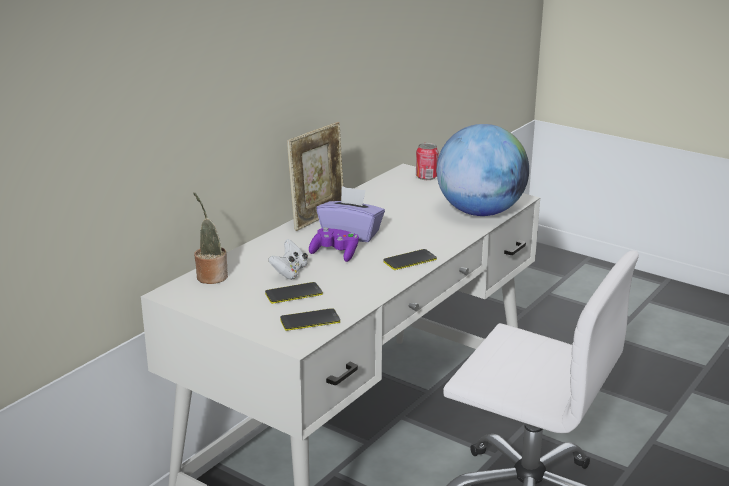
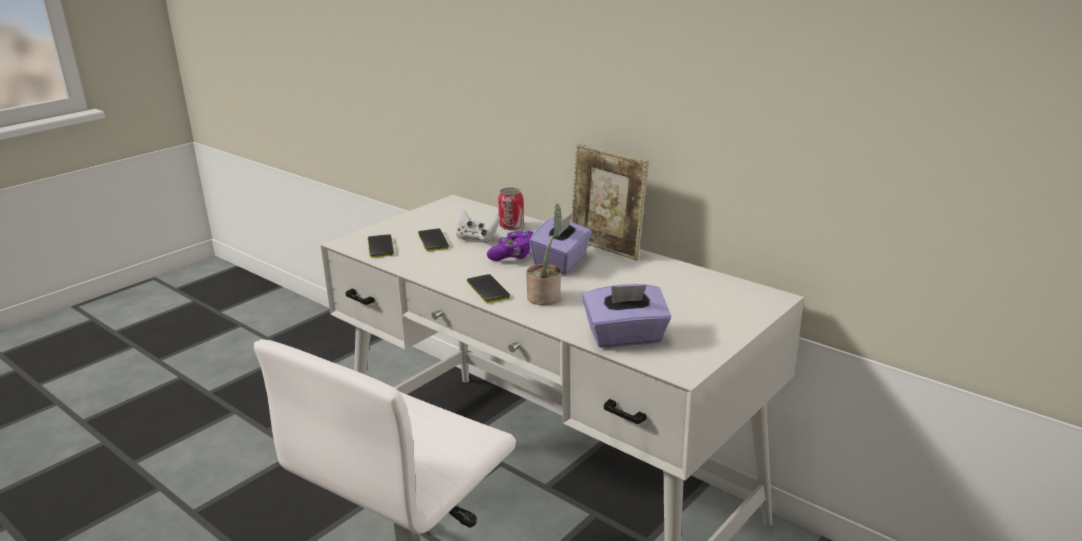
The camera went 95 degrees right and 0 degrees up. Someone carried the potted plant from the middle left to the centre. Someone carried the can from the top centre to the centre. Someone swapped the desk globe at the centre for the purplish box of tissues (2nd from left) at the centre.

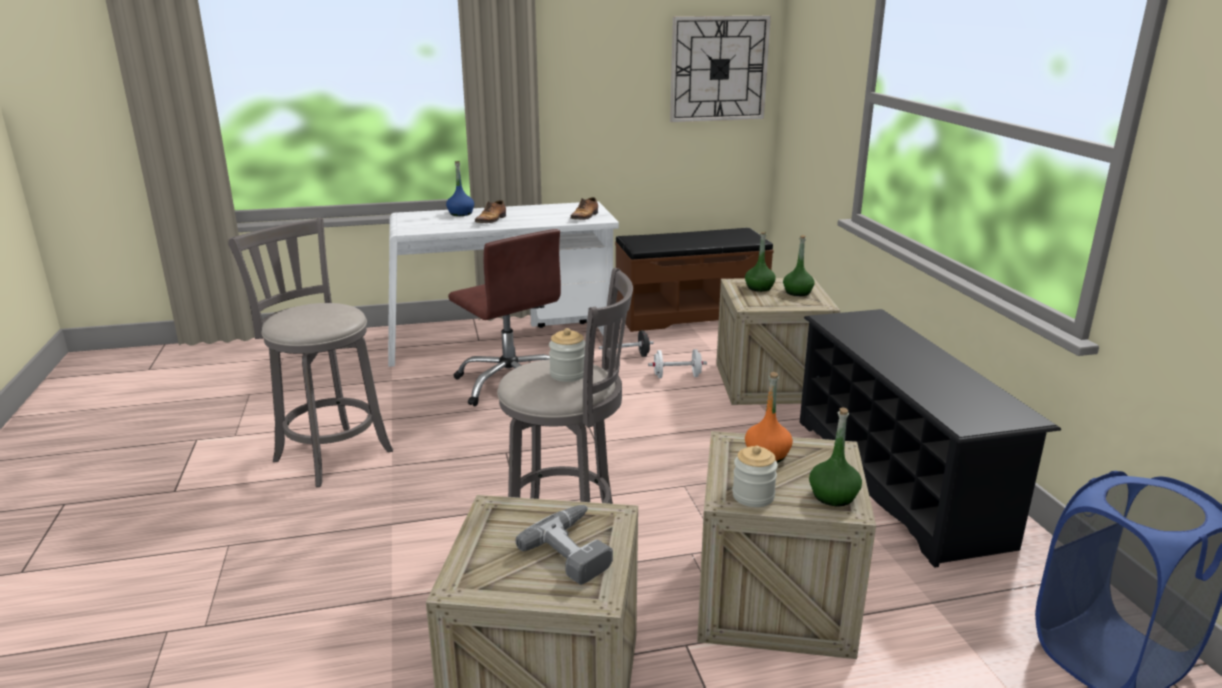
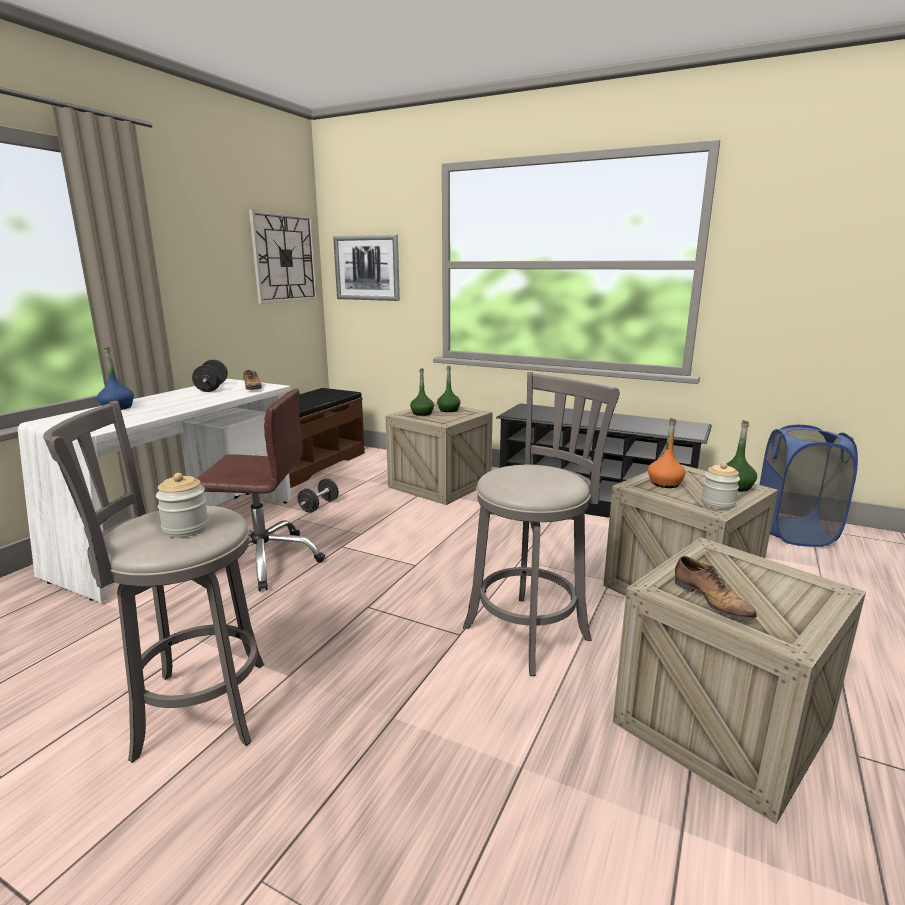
The camera went 50 degrees left and 5 degrees down. Someone carried the low shoe (1st from left in the first image) from the top centre to the middle right. Someone took away the drill at the bottom centre. Someone carried the jar (1st from left) from the centre to the middle left. Someone took away the whitish free weight at the centre. Someone put down the black free weight (1st from left) at the middle left. Someone put up the wall picture at the top centre.

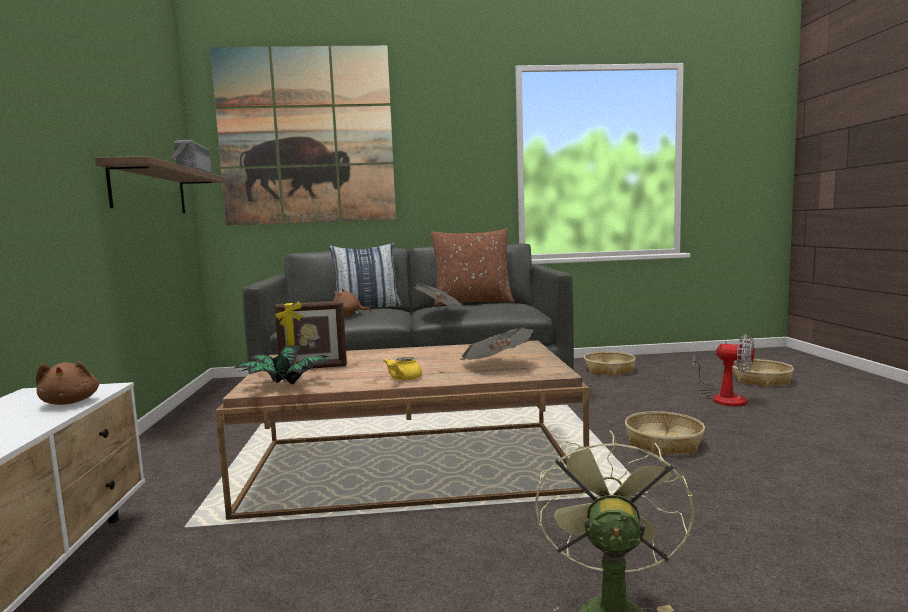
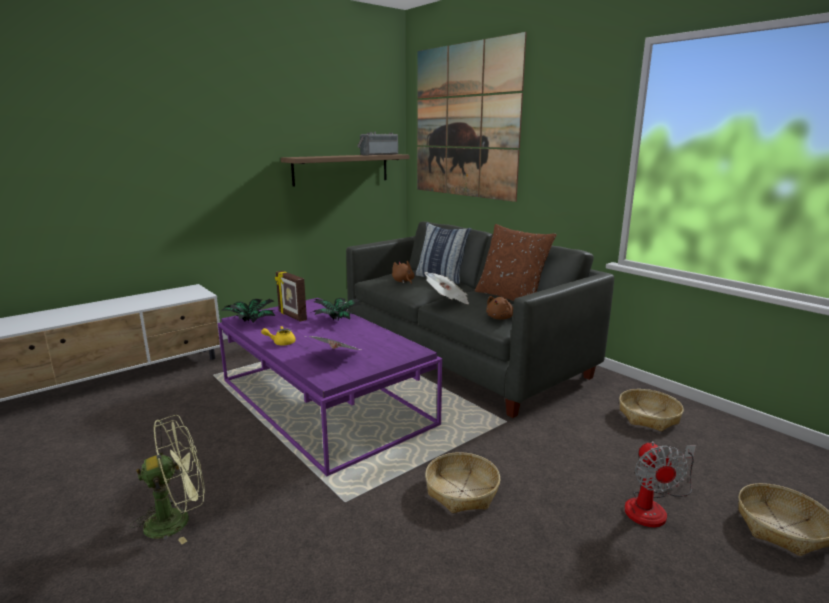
The camera went 55 degrees right and 10 degrees up. Someone carried the brown soft toy (1st from left in the first image) from the middle left to the centre. Someone repainted the brown lounge table at the bottom centre, which became the purplish lounge table at the centre. Someone put down the potted plant (2nd from left) at the centre.

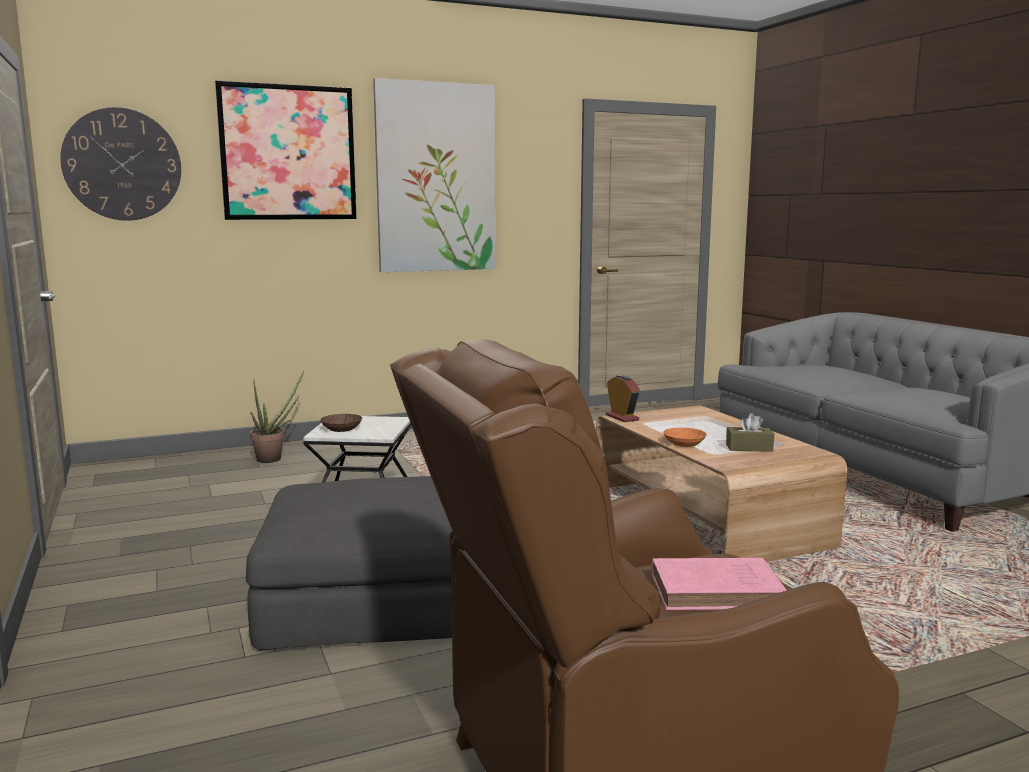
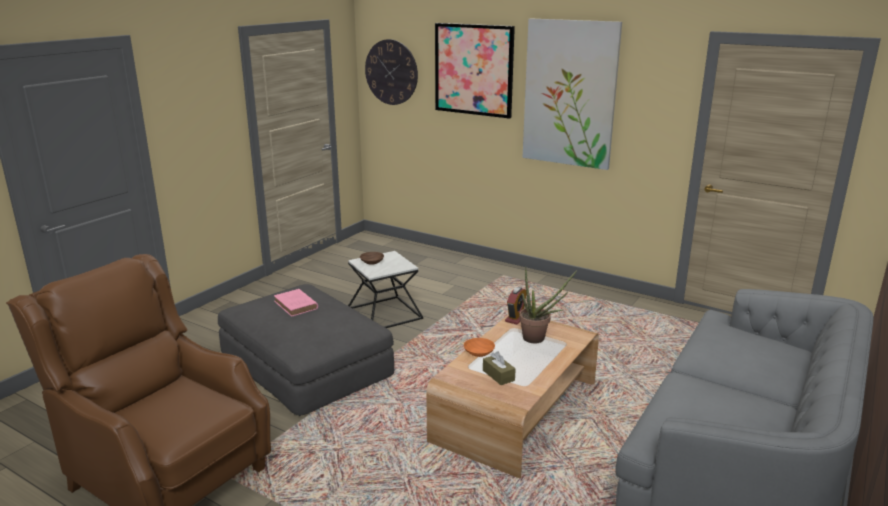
The camera went 55 degrees right and 10 degrees up. Someone carried the potted plant from the middle left to the centre. Someone carried the pink volume from the bottom right to the centre.

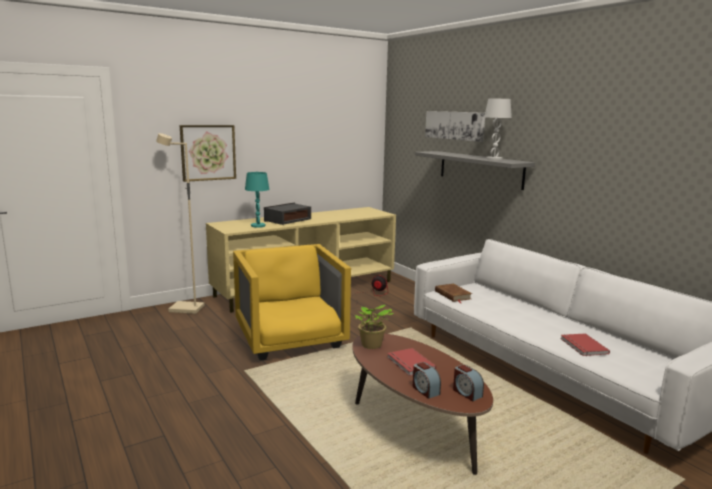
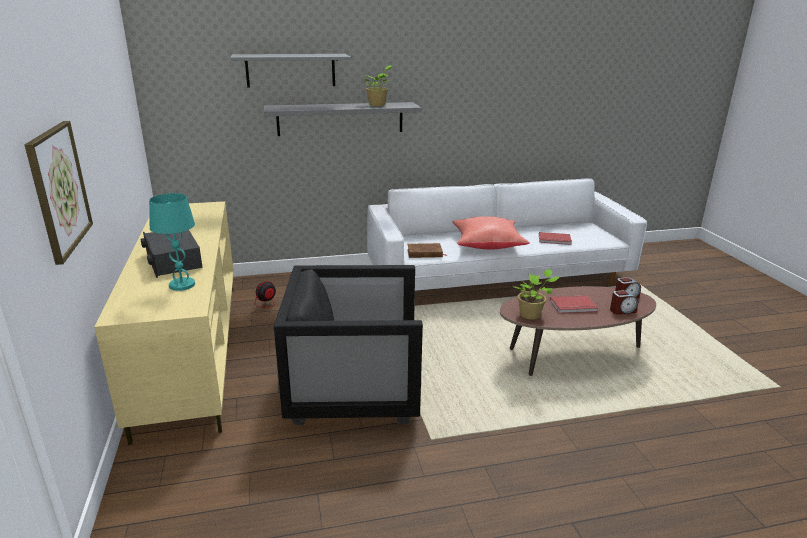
The camera went 70 degrees left and 10 degrees up. Someone took away the beige floor lamp at the middle left. Someone repainted the yellowish easy chair at the centre, which became the black easy chair at the centre. Someone swapped the wall picture (2nd from left) at the top centre for the gray wall shelf (1st from left) at the top centre. Someone swapped the whitish tabletop lamp at the top right for the potted plant (1st from left) at the top centre. Someone put down the red throw pillow at the centre.

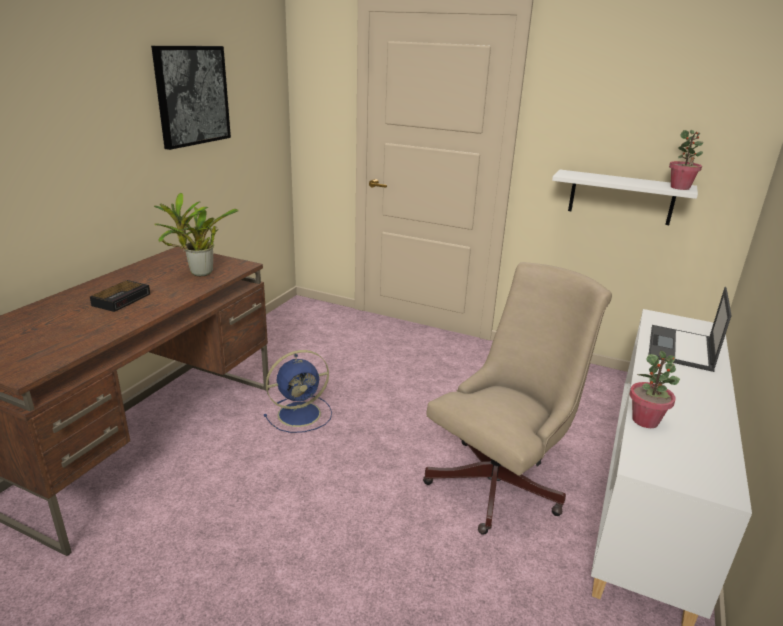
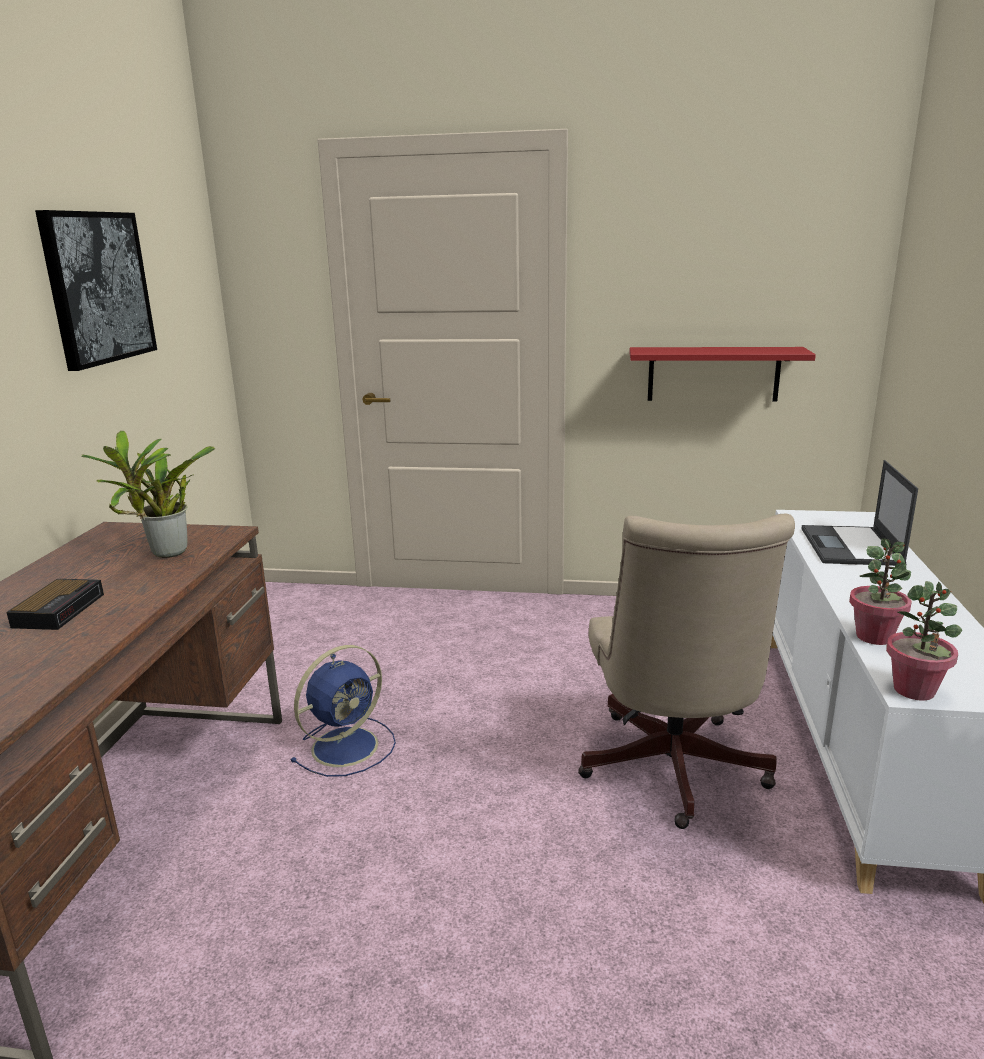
The camera went 15 degrees left and 5 degrees down. Someone rotated the beige desk chair at the centre by 150 degrees clockwise. Someone repainted the whitish wall shelf at the top right, which became the red wall shelf at the middle right. Someone carried the potted plant (3rd from left) from the top right to the middle right.

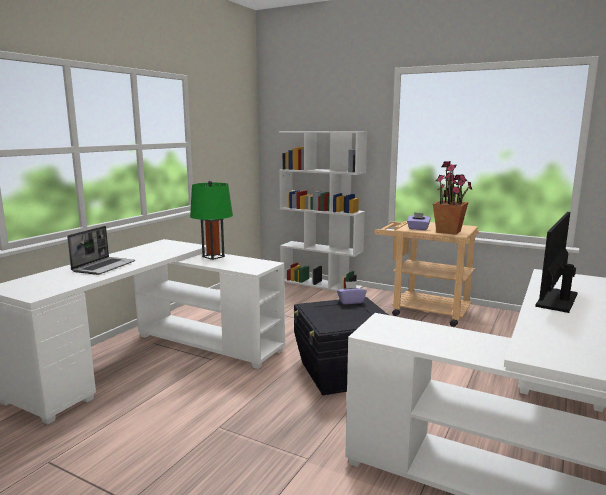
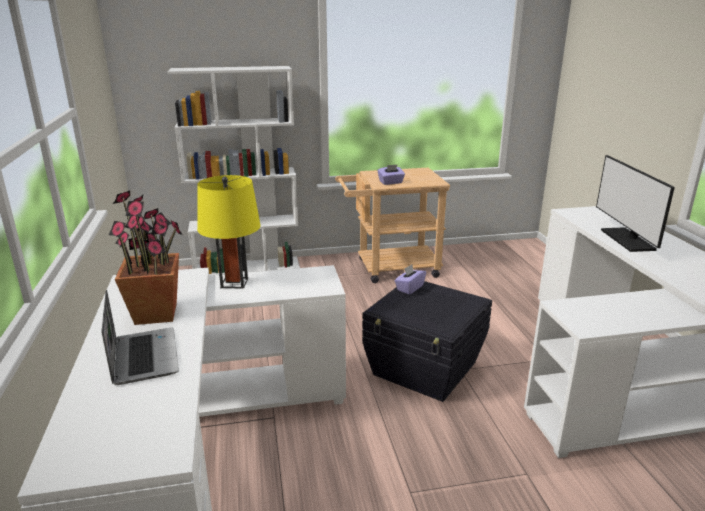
The camera went 40 degrees left and 10 degrees up. Someone repainted the green-coloured tabletop lamp at the centre, which became the yellowish tabletop lamp at the middle left. Someone carried the potted plant from the middle right to the middle left.

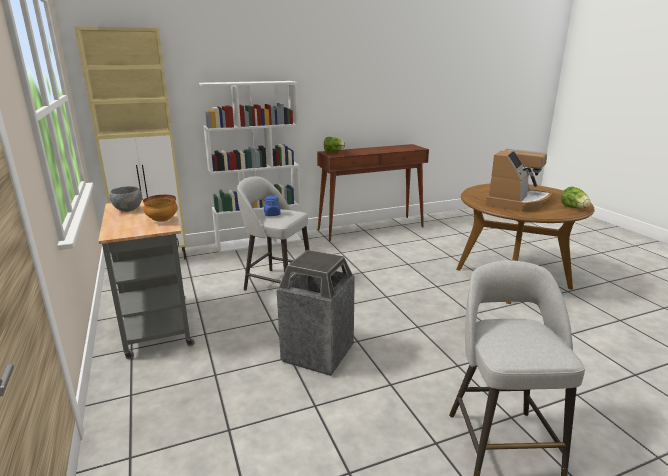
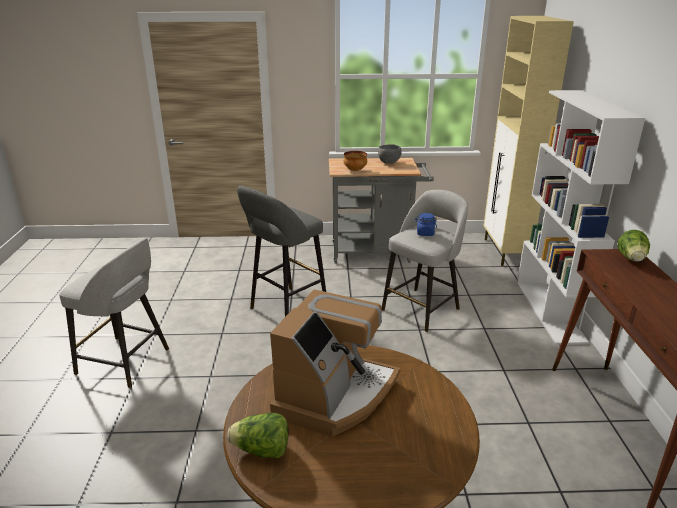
The camera went 110 degrees right and 5 degrees up. Someone swapped the rubbish bin at the centre for the gray stool seat (2nd from left) at the centre. Someone rotated the coffee machine at the middle right by 120 degrees counterclockwise.

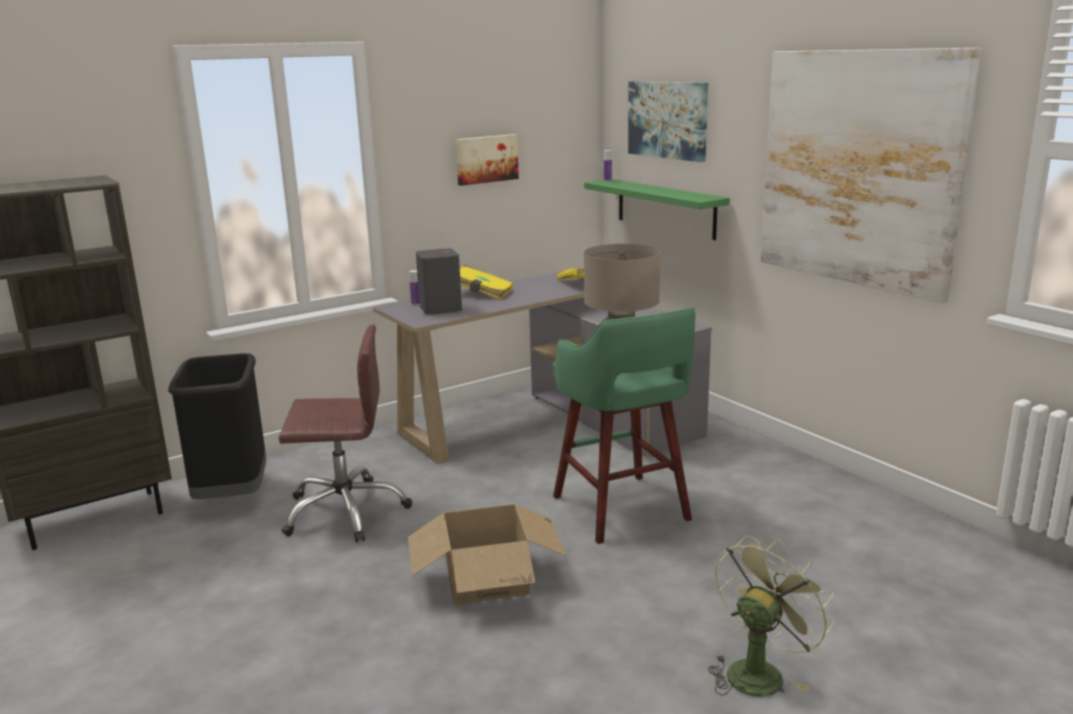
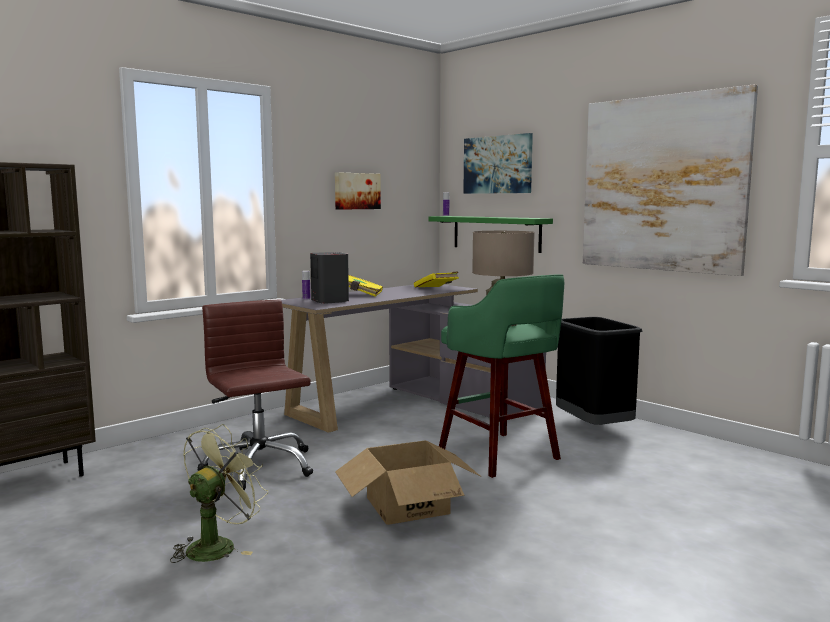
The camera went 10 degrees left and 10 degrees down. Someone carried the black rubbish bin from the middle left to the middle right. Someone rotated the brown desk chair at the middle left by 105 degrees counterclockwise. Someone carried the green-coloured electric fan from the bottom right to the bottom left.

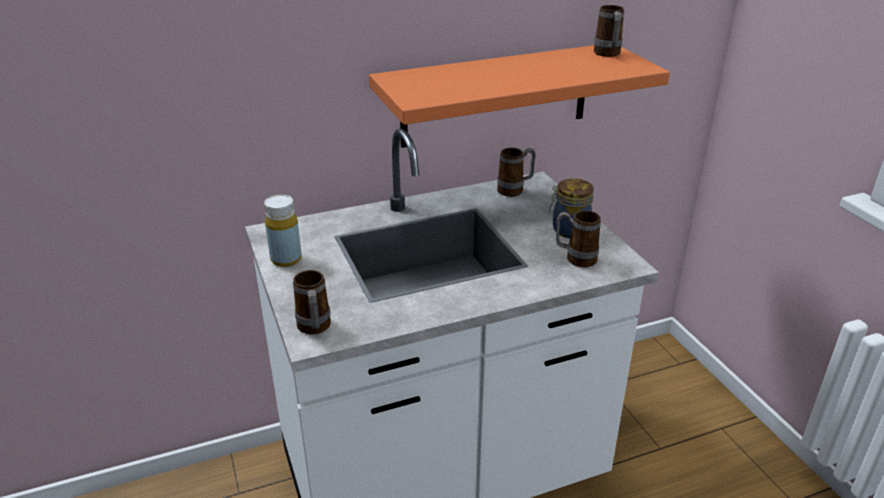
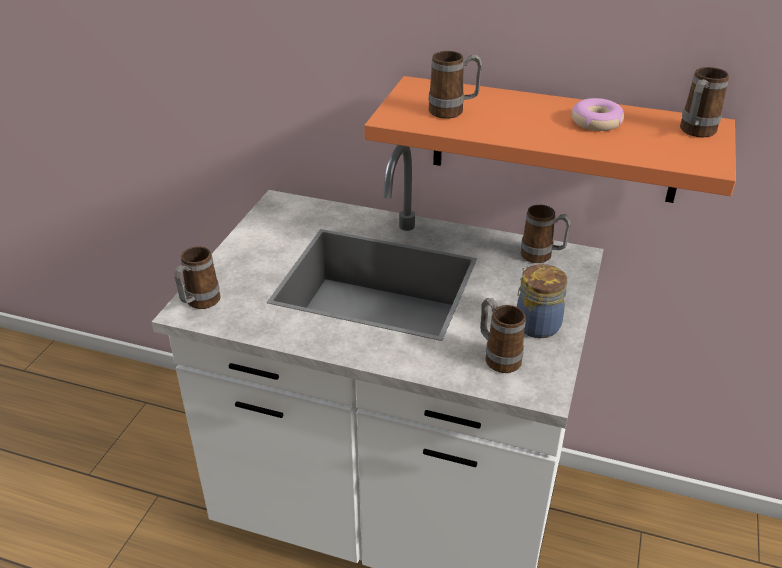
The camera went 40 degrees right and 5 degrees up. Someone took away the yellowish drink bottle at the middle left. Someone put down the tea mug (2nd from left) at the top centre. Someone put down the donut at the top right.

